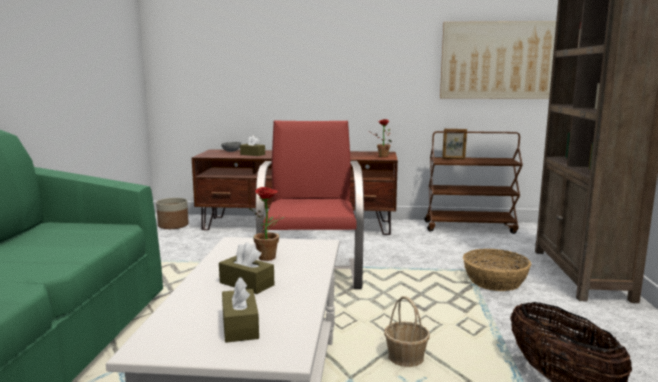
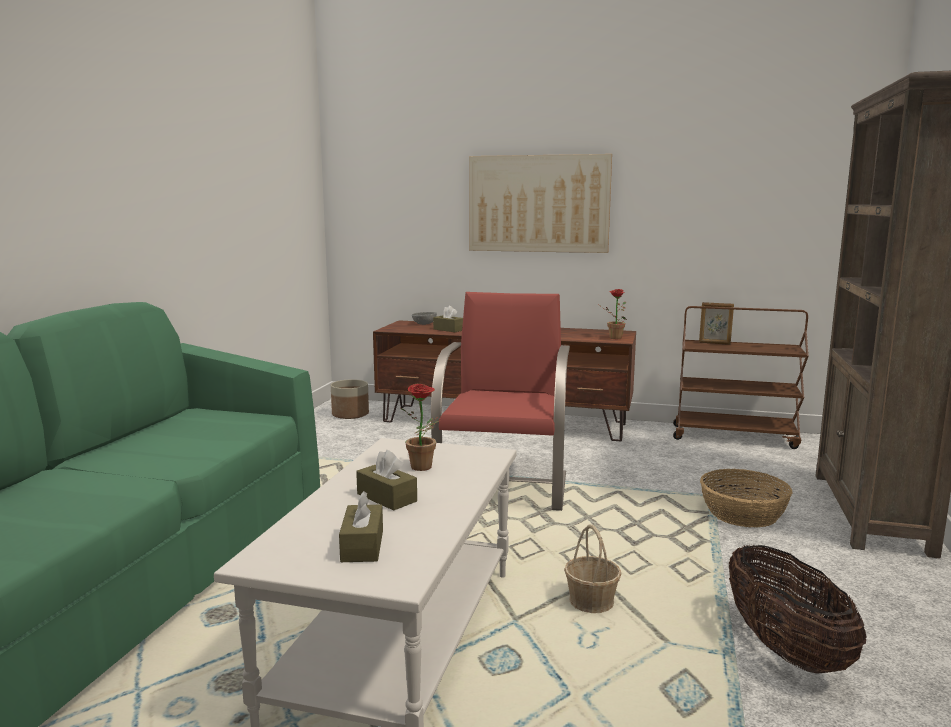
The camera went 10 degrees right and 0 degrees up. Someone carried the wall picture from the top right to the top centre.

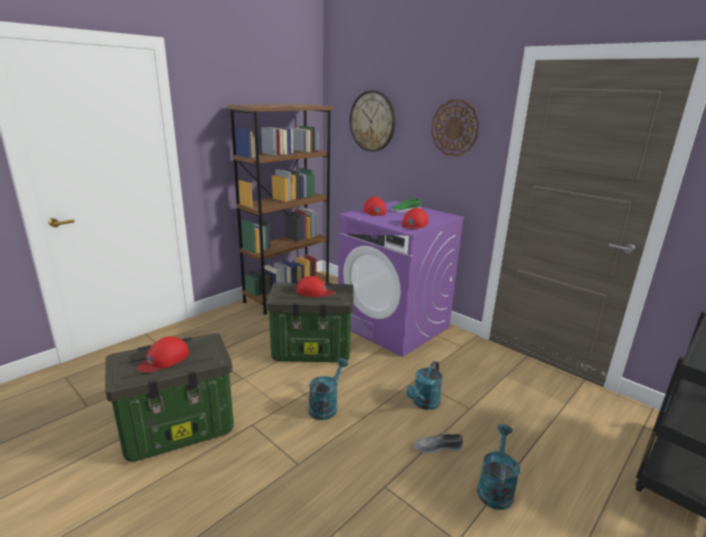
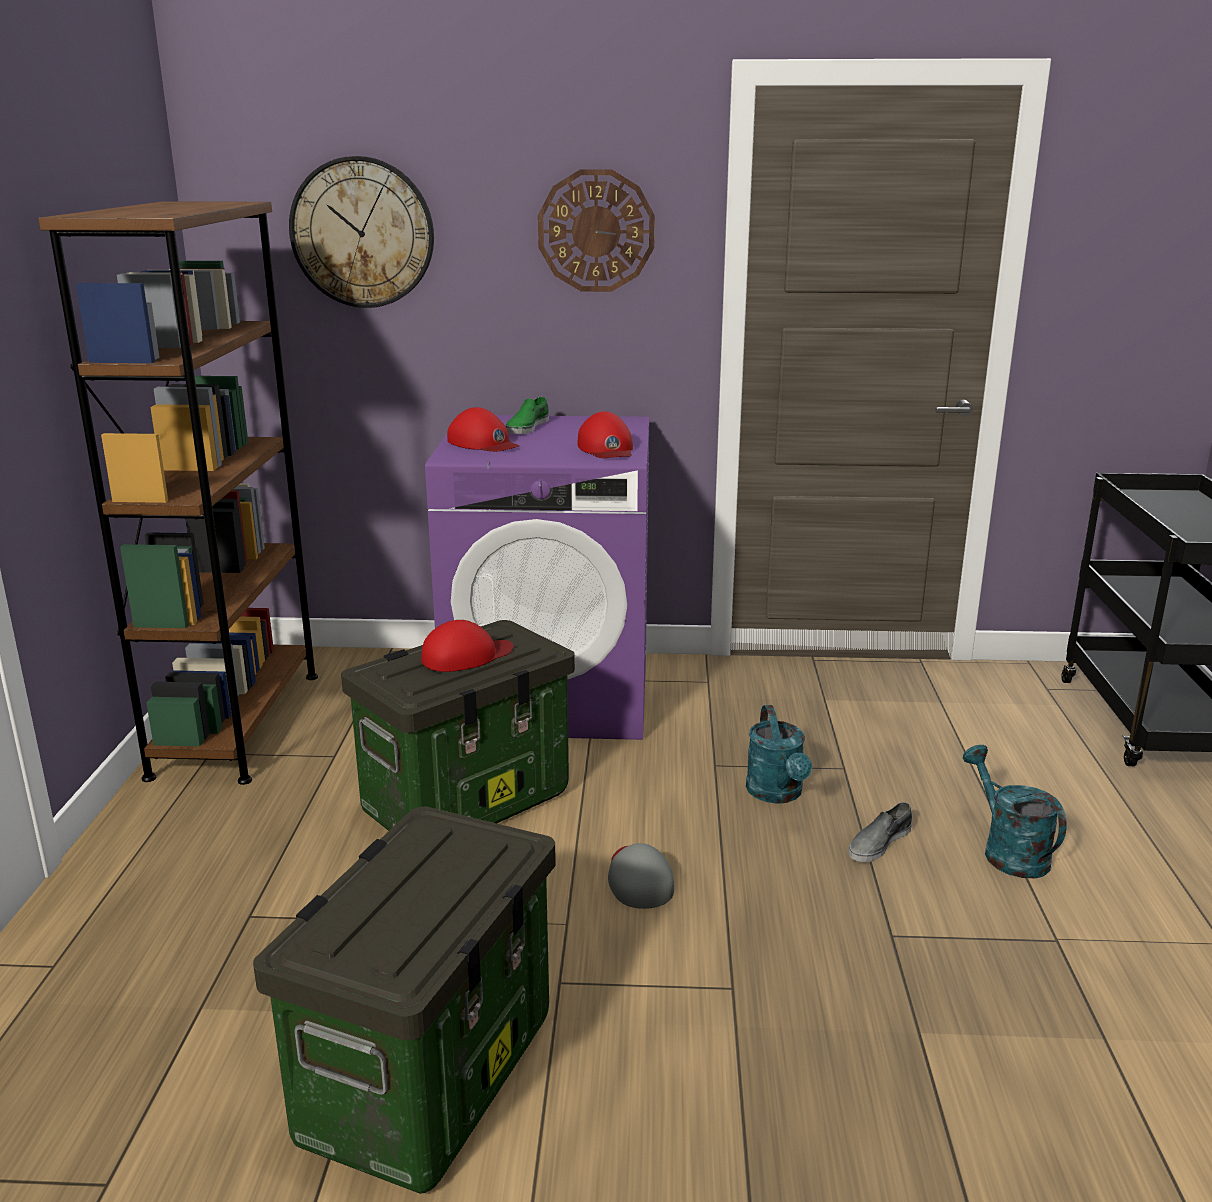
The camera went 40 degrees left and 0 degrees up. Someone took away the red baseball cap (1st from left) at the middle left. Someone swapped the turquoise watering pot (1st from left) at the bottom centre for the gray baseball cap at the bottom centre.

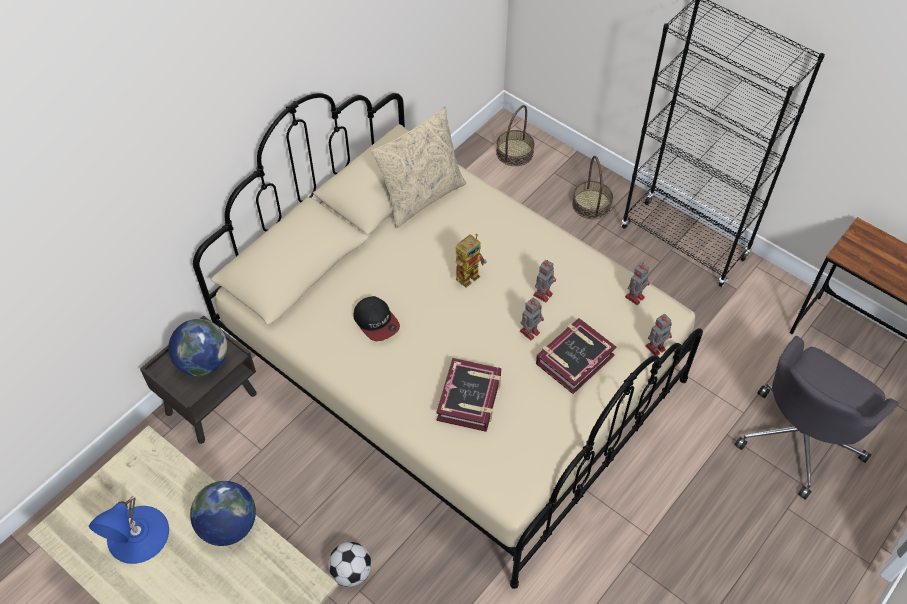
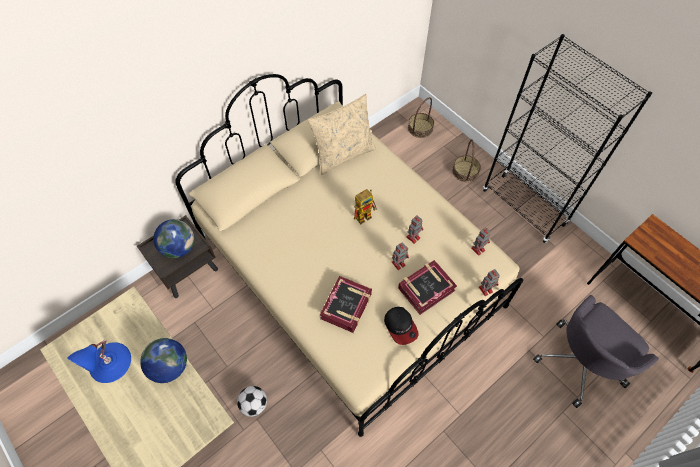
The camera went 10 degrees right and 5 degrees up. Someone carried the baseball cap from the centre to the bottom centre.

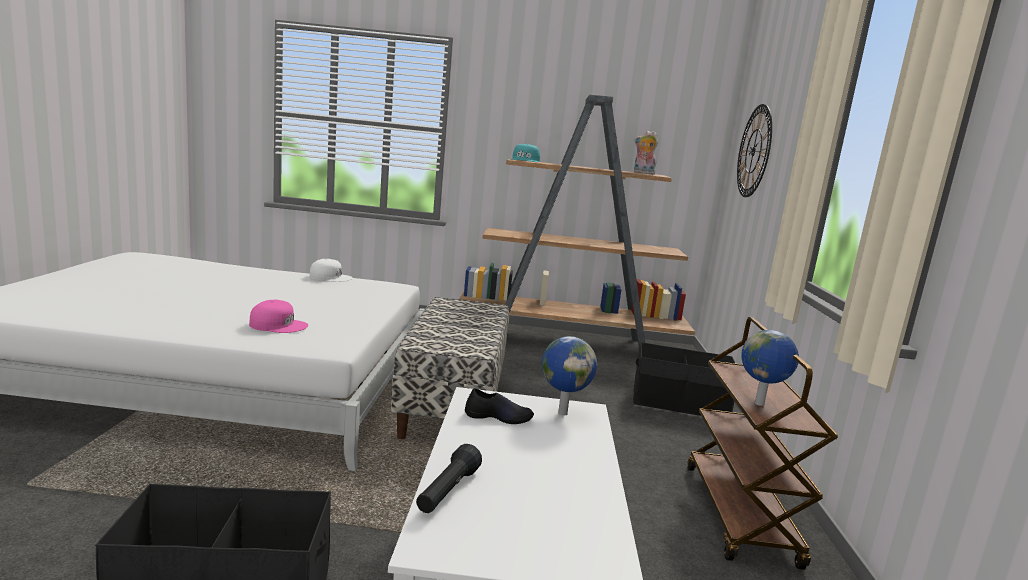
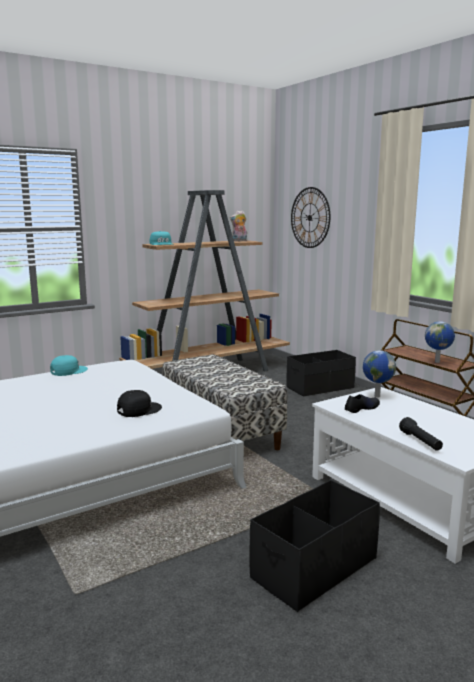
The camera went 35 degrees left and 0 degrees up. Someone repainted the pink baseball cap at the middle left, which became the black baseball cap at the middle left. Someone repainted the whitish baseball cap at the middle left, which became the turquoise baseball cap (1st from left) at the middle left.

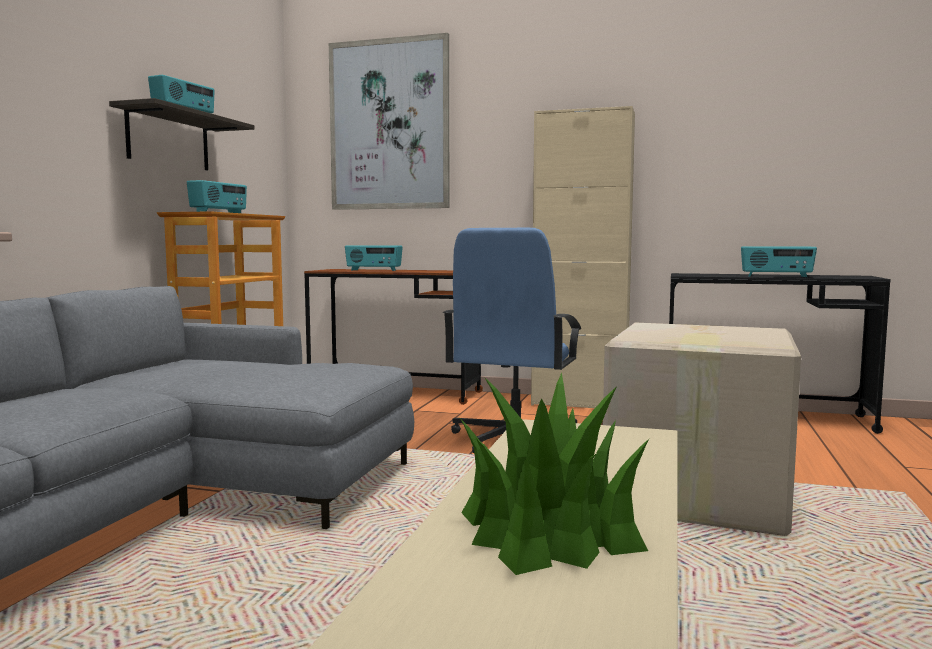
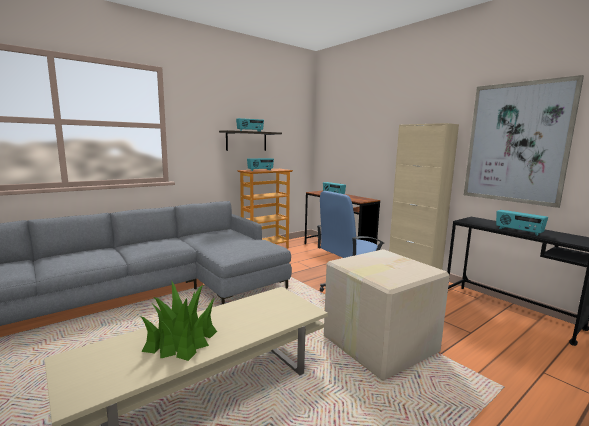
The camera went 35 degrees right and 5 degrees up. Someone carried the wall picture from the top centre to the top right.

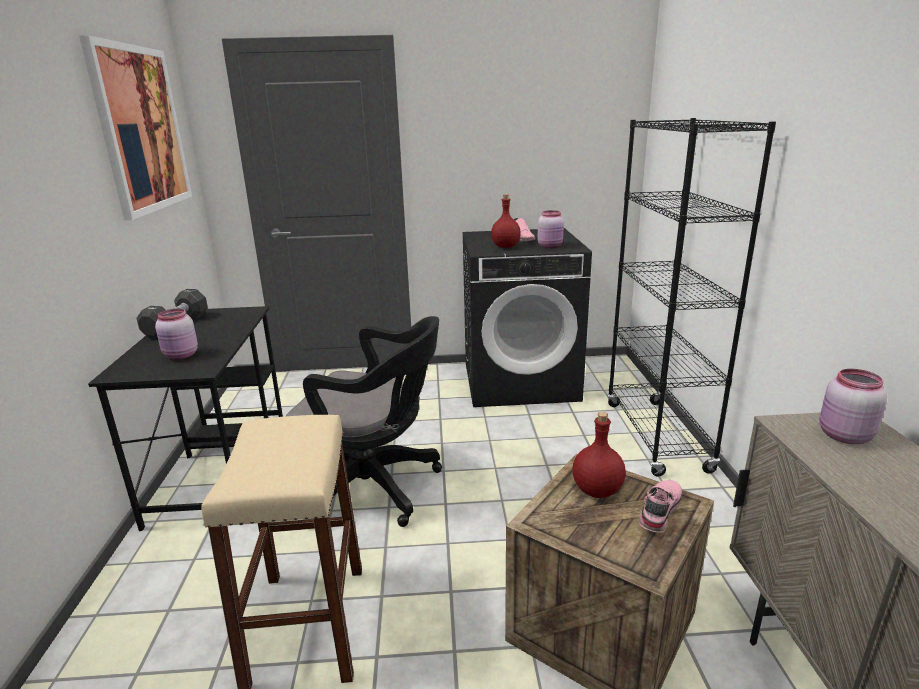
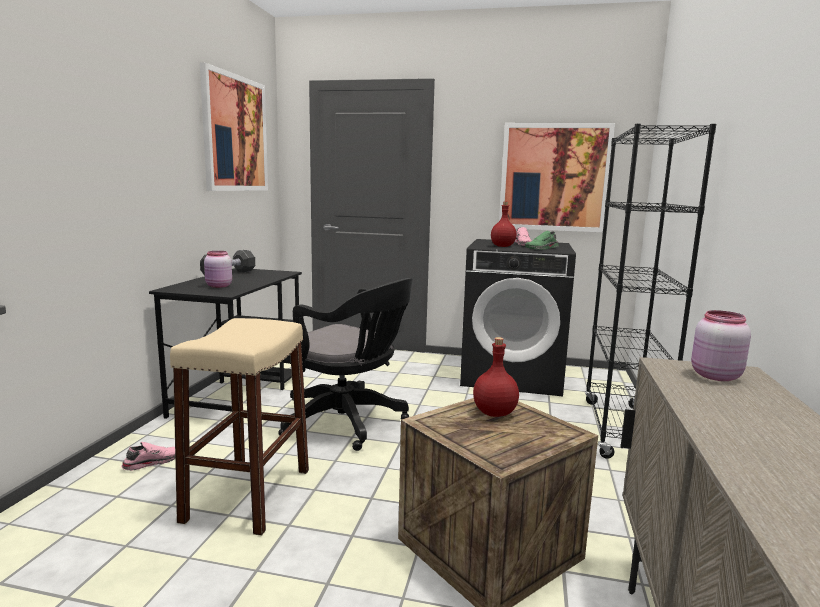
The camera went 15 degrees right and 10 degrees down. Someone swapped the pink jar (2nd from left) at the top centre for the green-coloured low shoe at the centre. Someone carried the pink low shoe (2nd from left in the first image) from the bottom right to the bottom left. Someone put up the wall picture (2nd from left) at the top right.

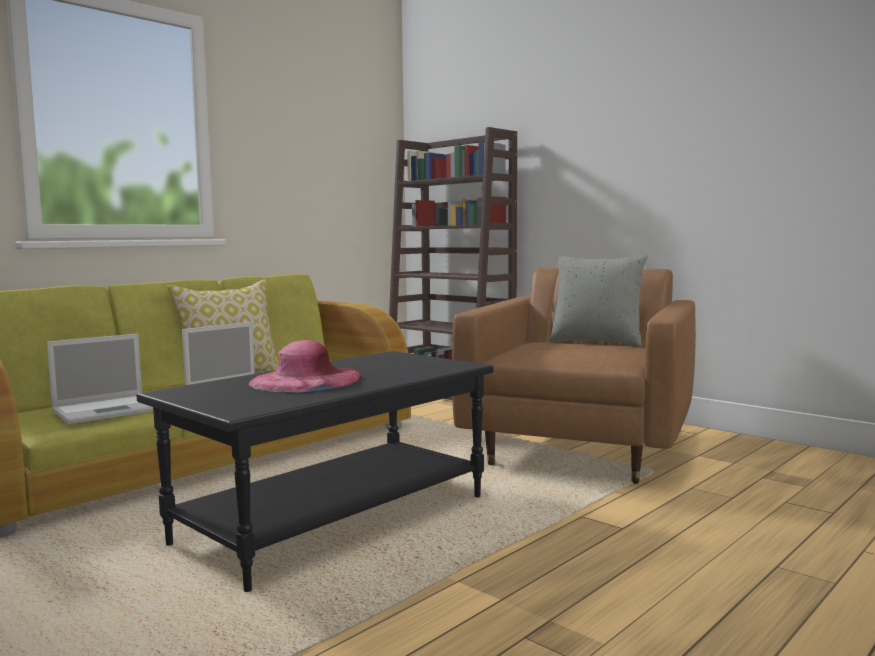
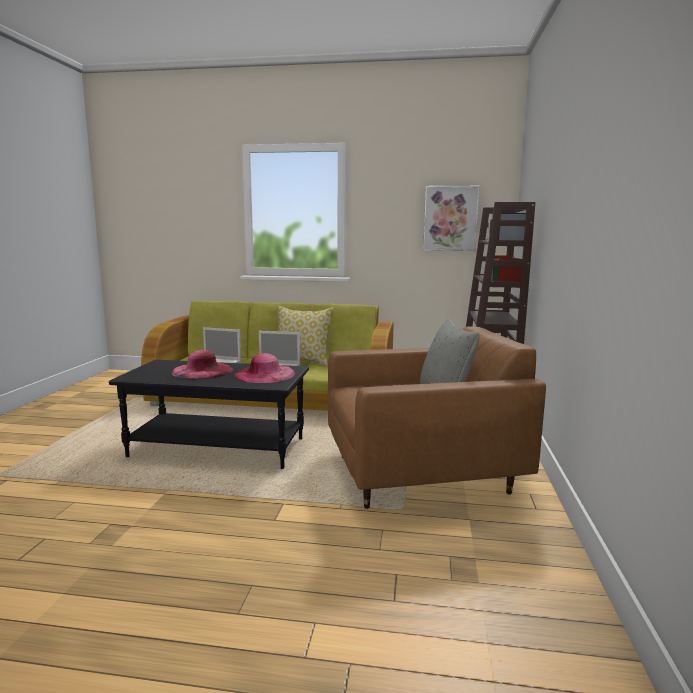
The camera went 55 degrees right and 5 degrees up. Someone put down the pink wearable hat (2nd from left) at the centre. Someone put up the wall picture at the top centre.

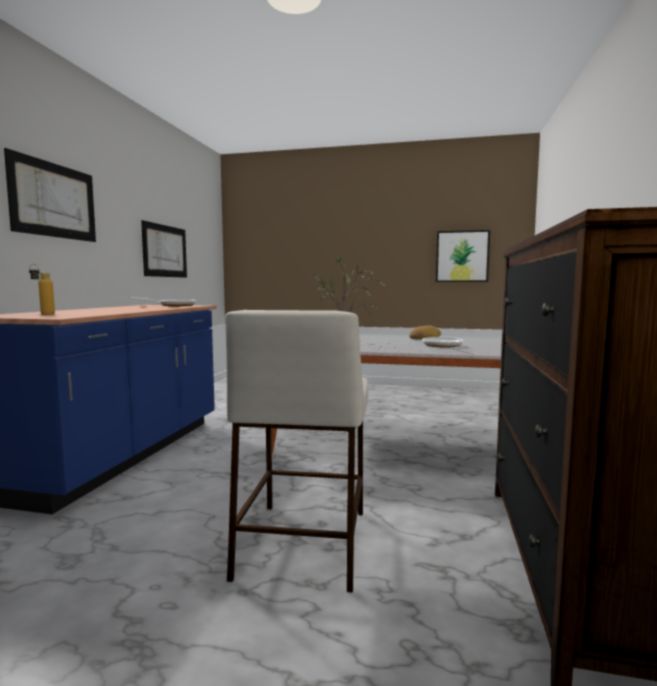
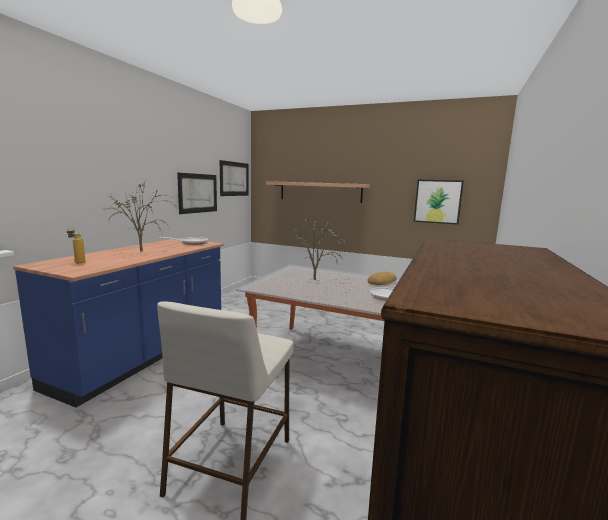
The camera went 10 degrees right and 5 degrees up. Someone carried the wall picture (1st from left in the first image) from the top left to the centre. Someone put down the potted plant (1st from left) at the middle left. Someone put up the wall shelf at the centre.

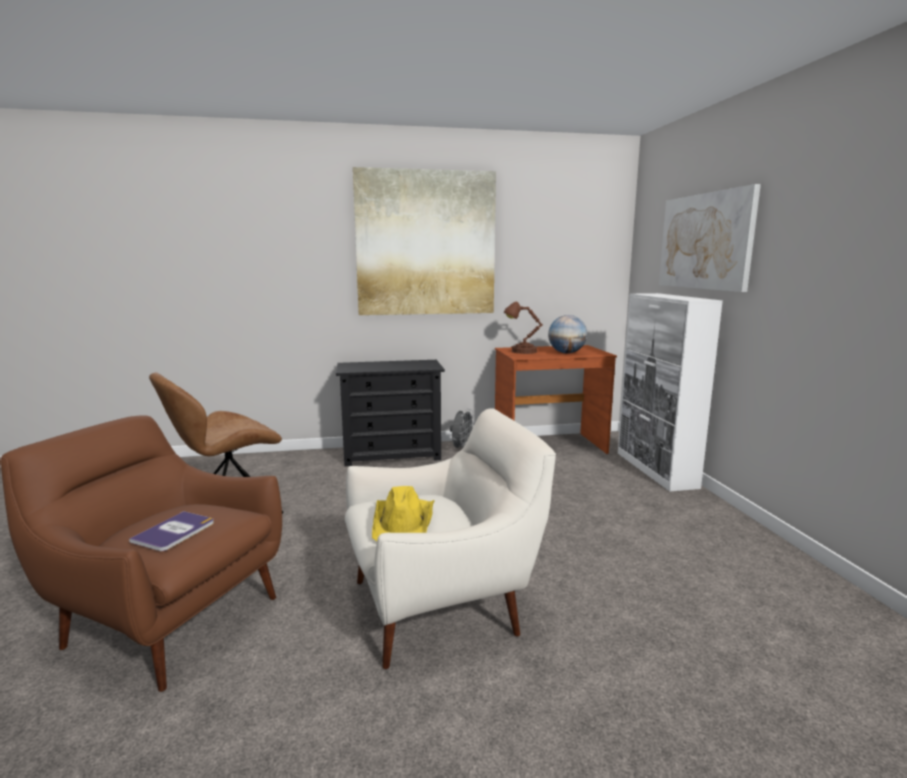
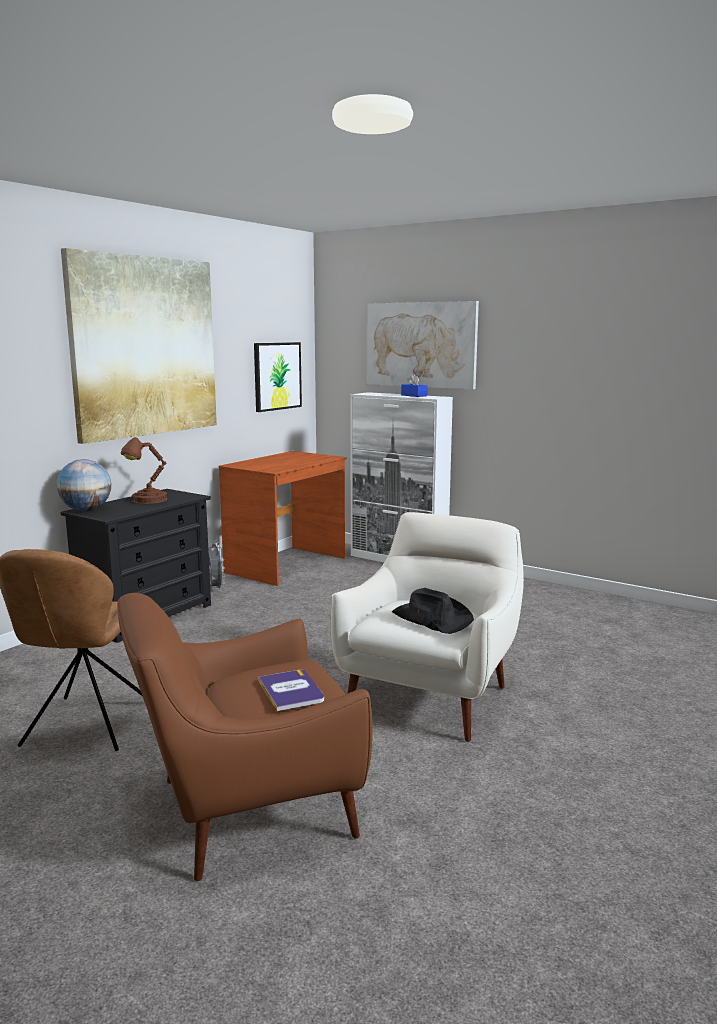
The camera went 45 degrees left and 0 degrees up. Someone repainted the yellowish wearable hat at the centre, which became the black wearable hat at the centre. Someone carried the brown tabletop lamp from the centre to the middle left. Someone carried the desk globe from the centre to the middle left. Someone put up the wall picture (2nd from left) at the centre. Someone put down the bluish box of tissues at the centre.

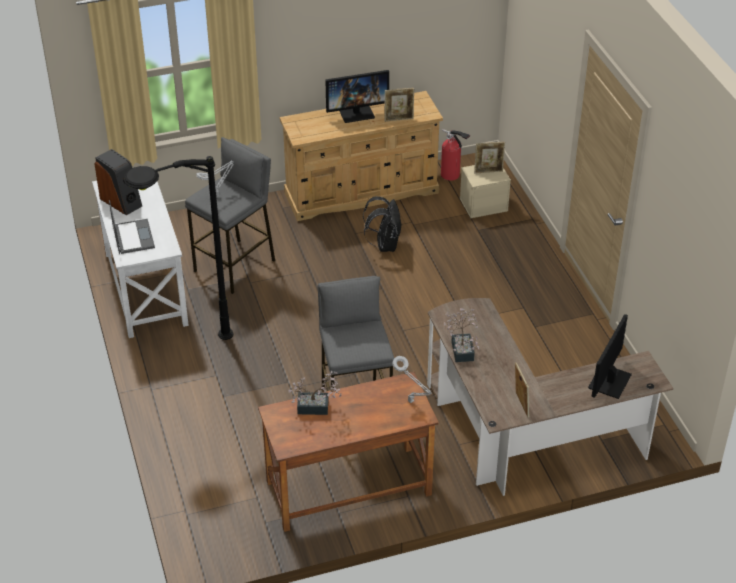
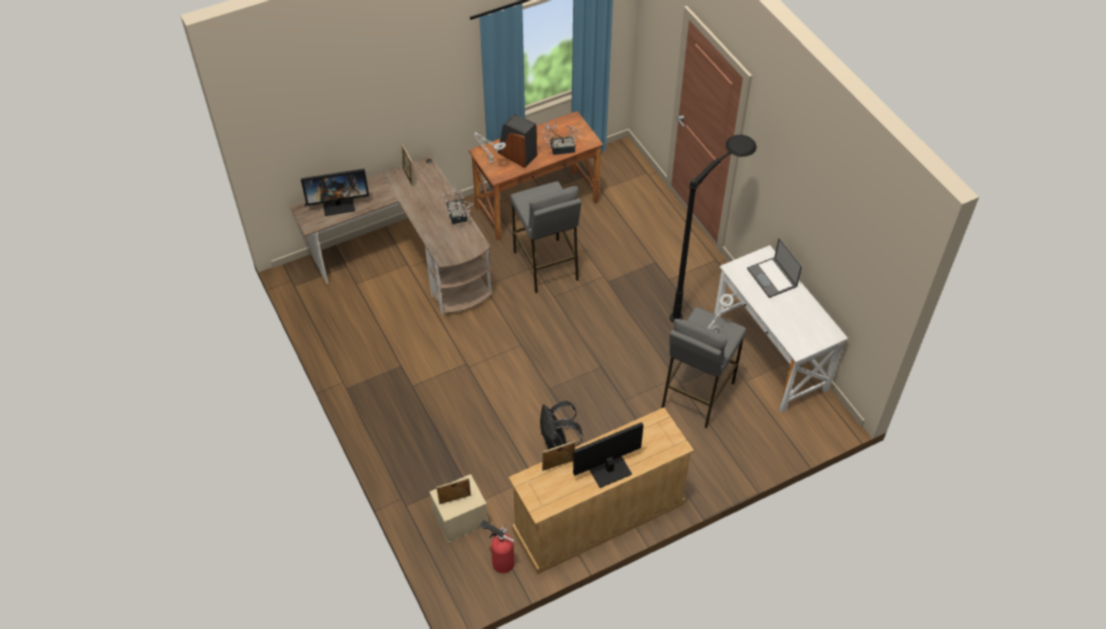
The camera went 170 degrees right and 10 degrees up. Someone carried the loudspeaker from the top left to the top centre. Someone rotated the computer display (2nd from left in the first image) at the middle right by 60 degrees clockwise.

